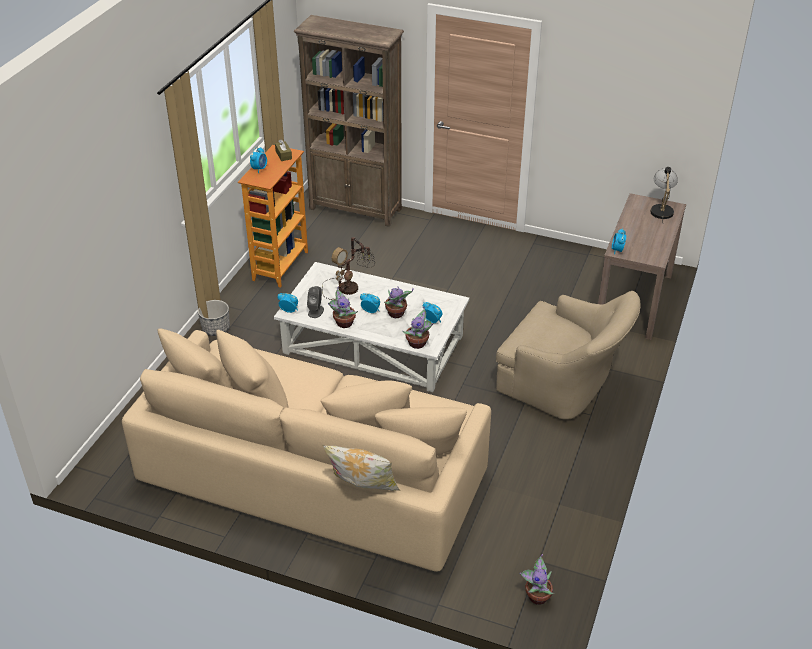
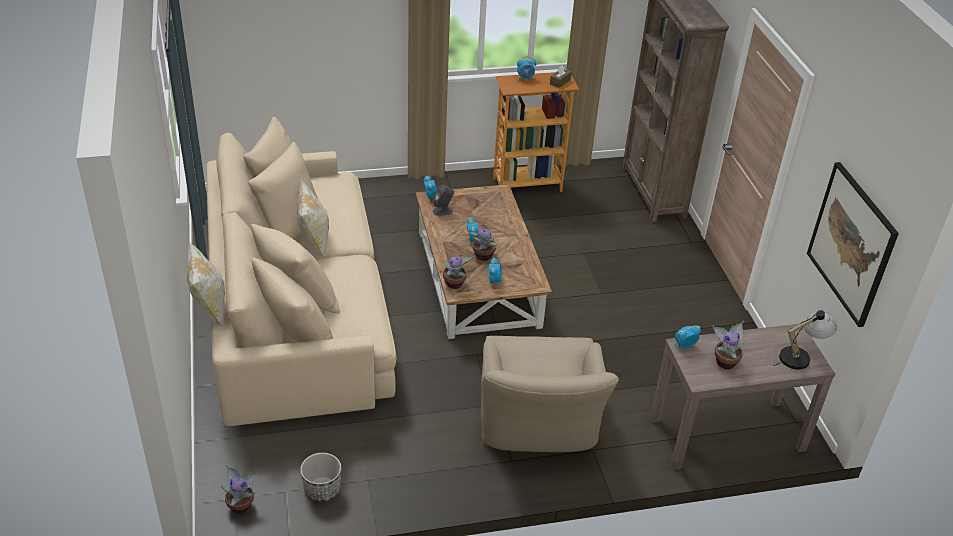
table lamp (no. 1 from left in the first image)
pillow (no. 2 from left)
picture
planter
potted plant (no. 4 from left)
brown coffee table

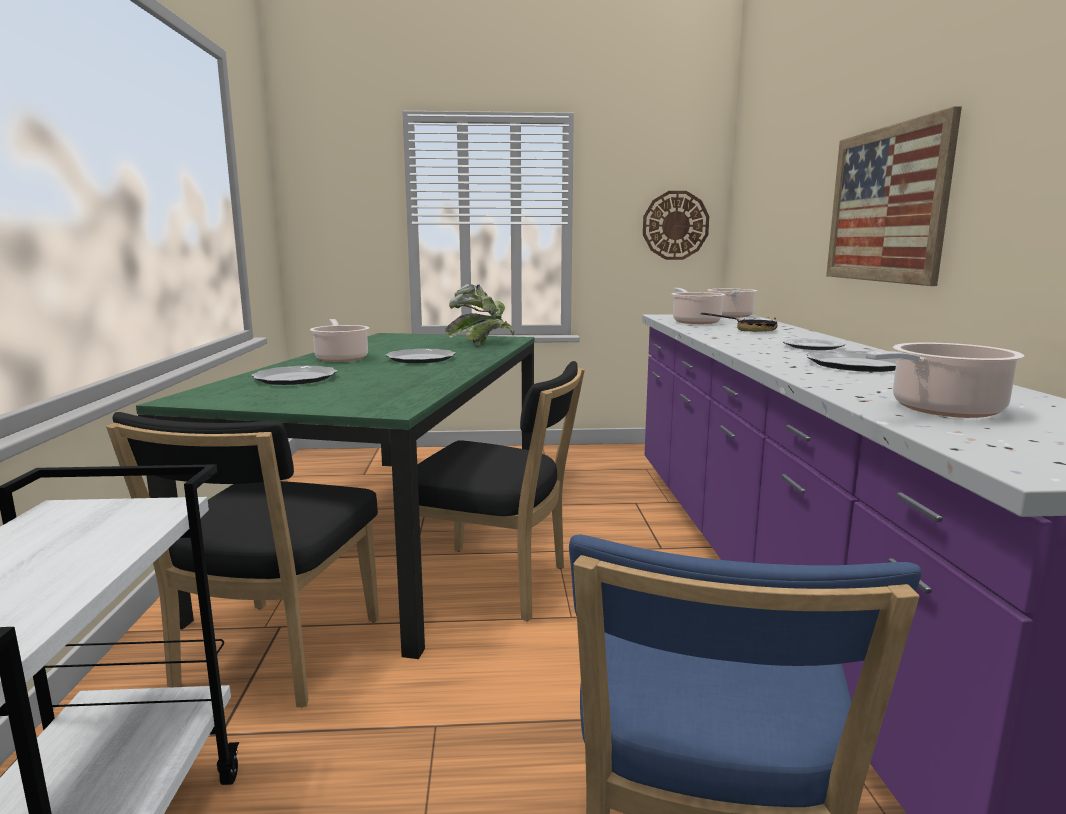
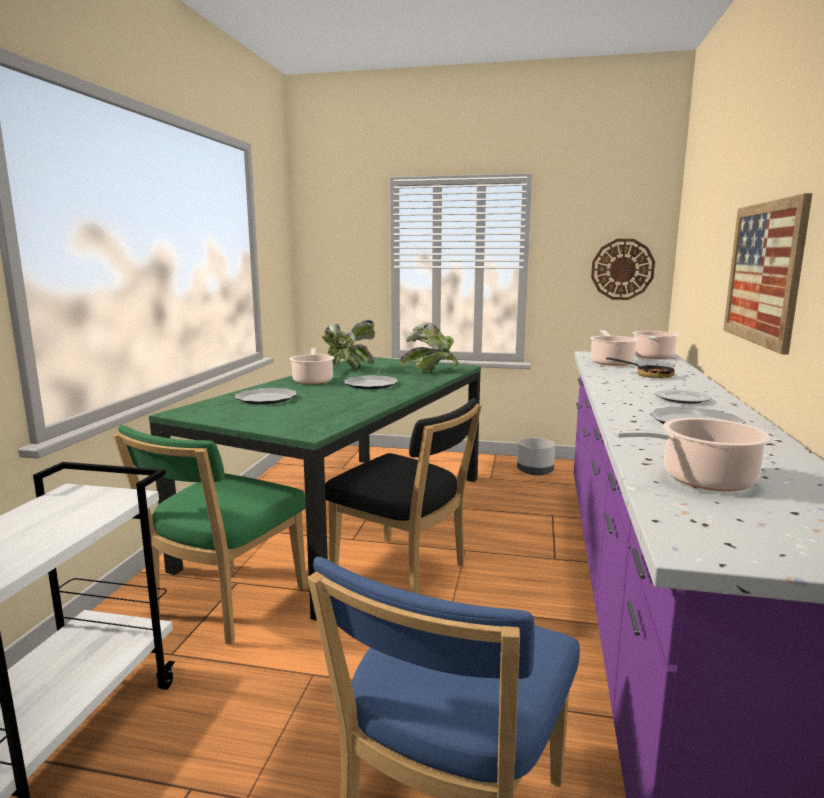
potted plant (no. 1 from left)
grey planter
green chair

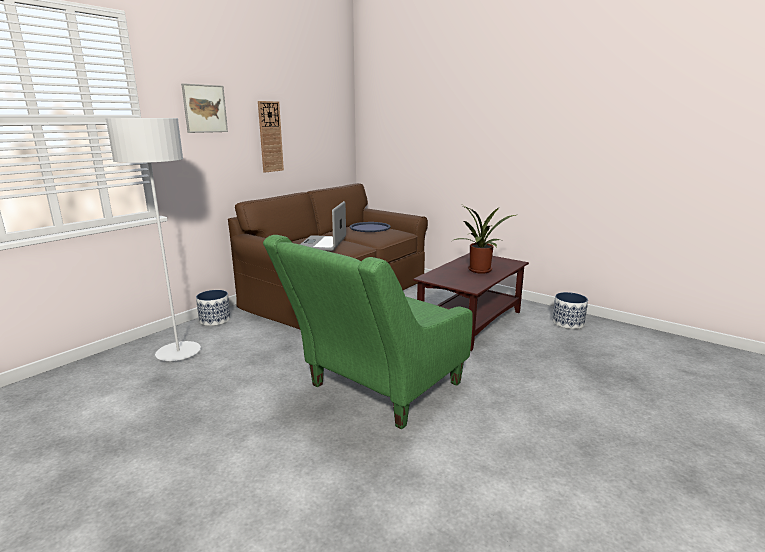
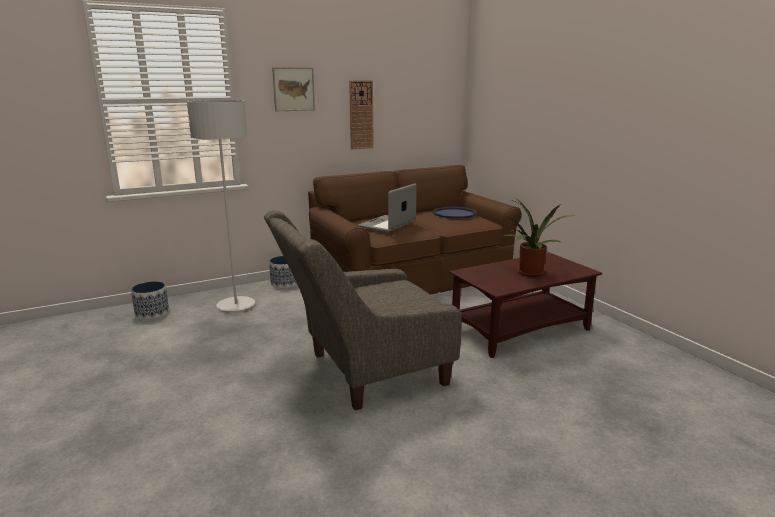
planter (no. 1 from left)
grey armchair

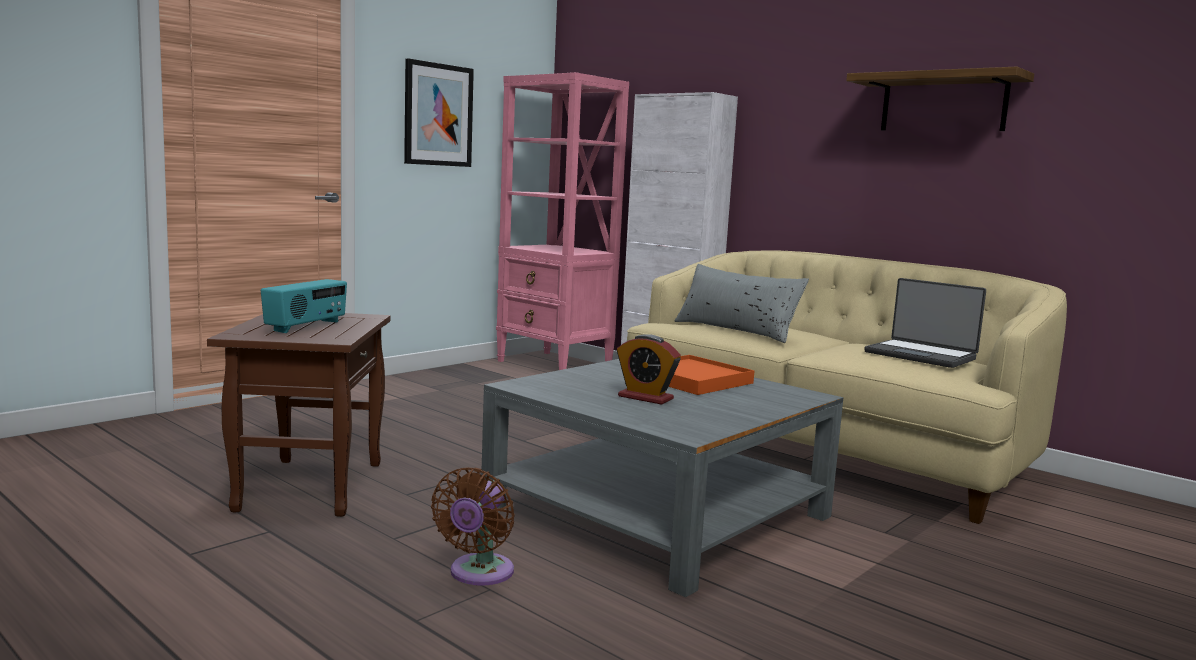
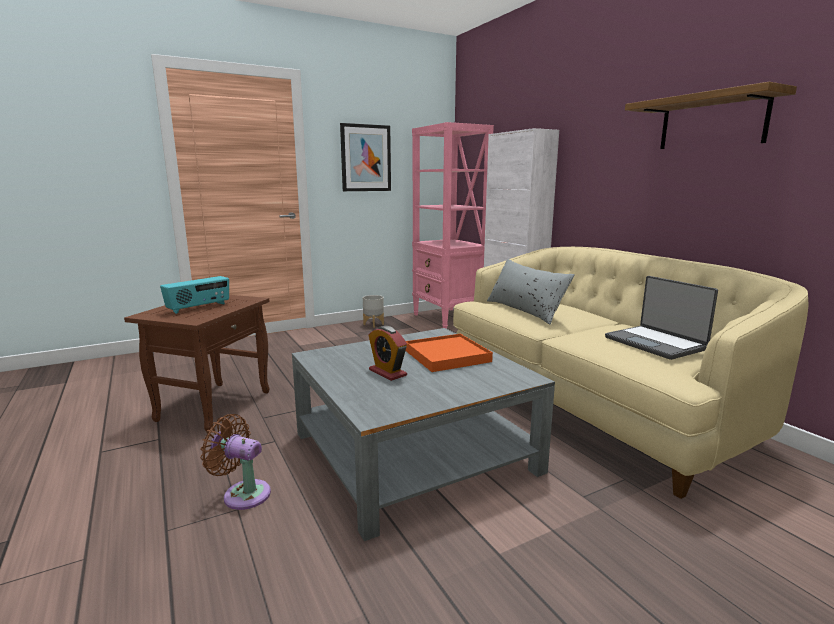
grey planter
brown fan

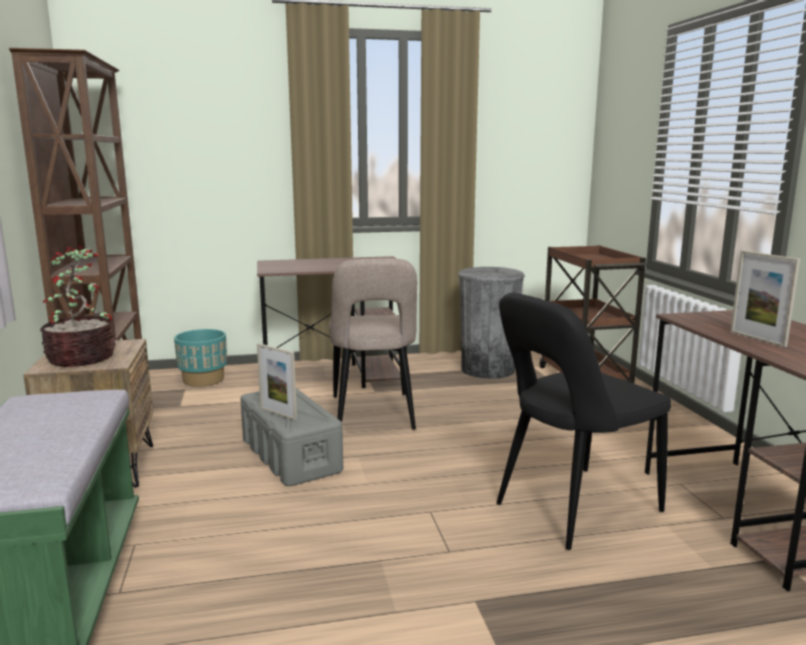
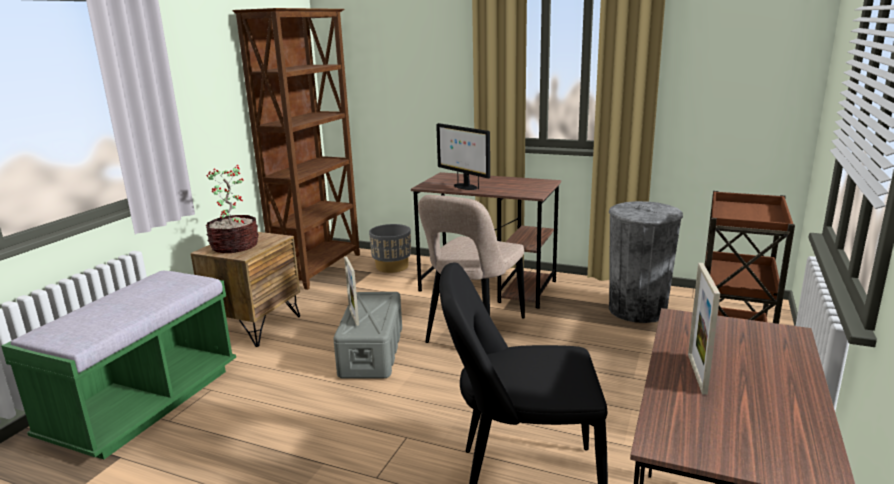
monitor
grey planter

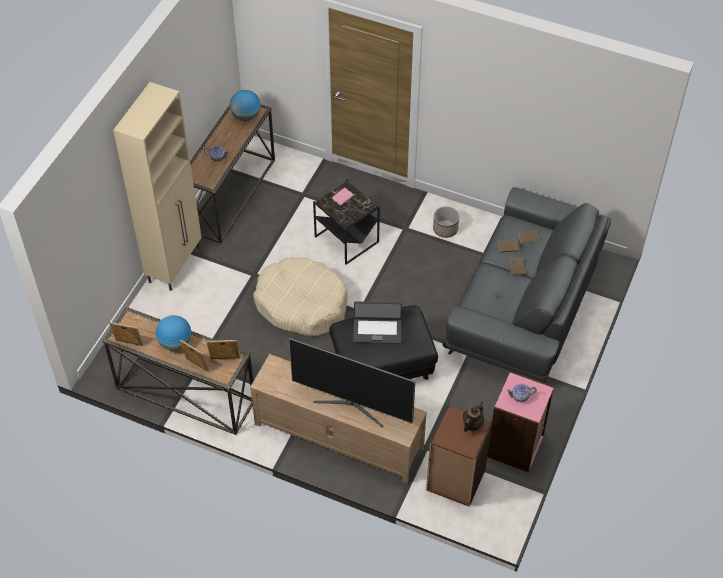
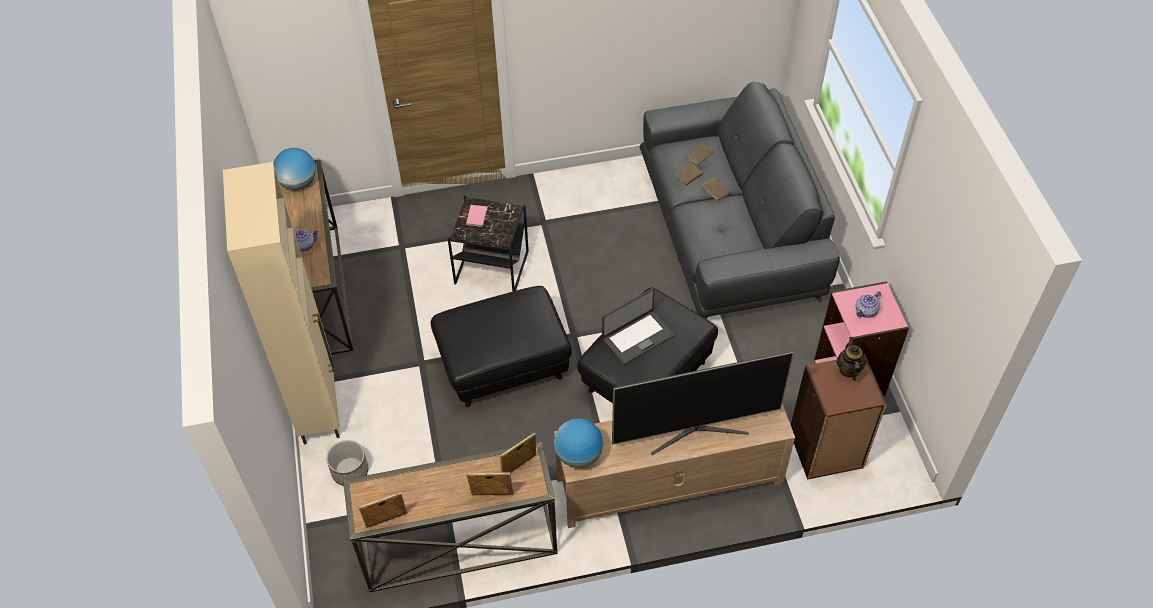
globe (no. 2 from left)
planter
black ottoman (no. 1 from left)

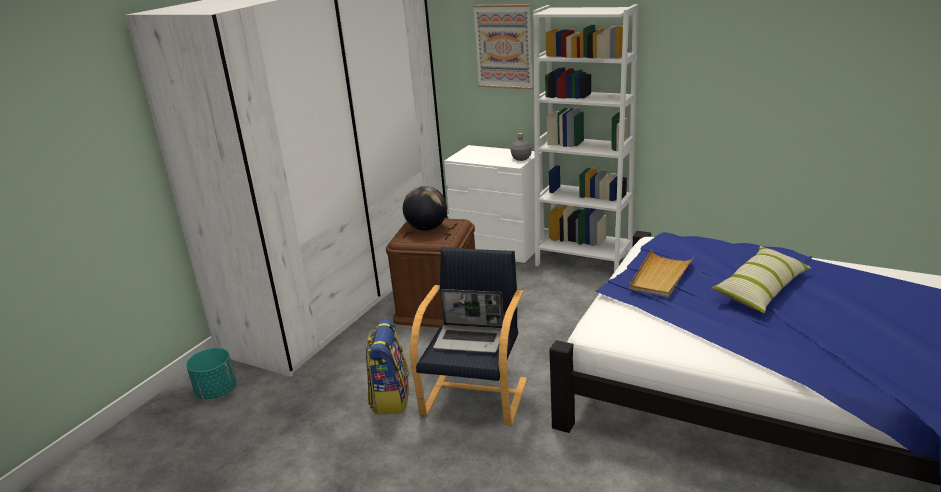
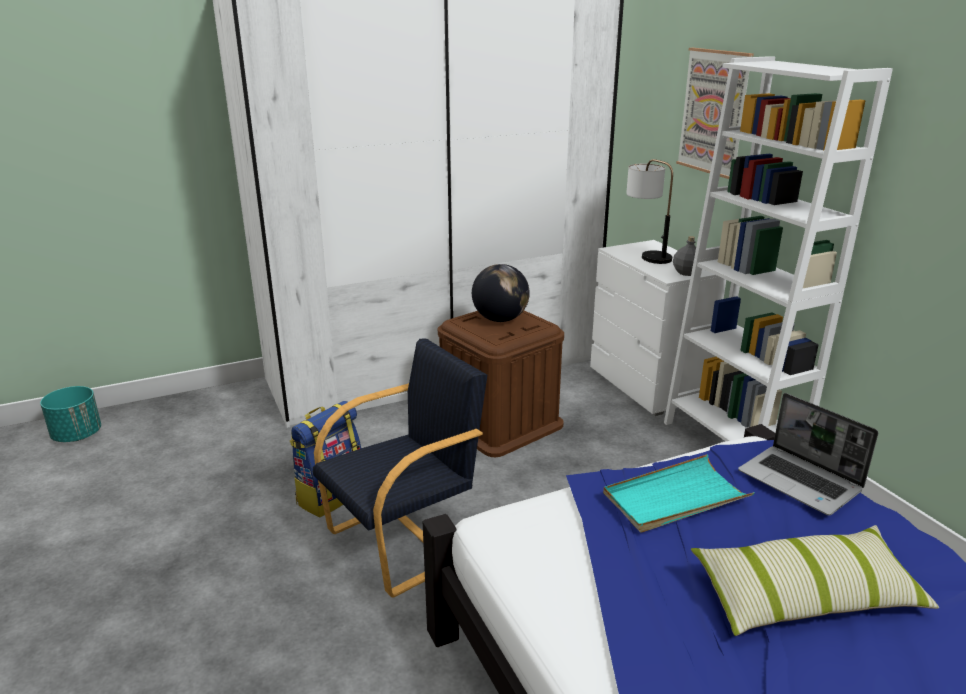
table lamp
turquoise planter
laptop
turquoise tray

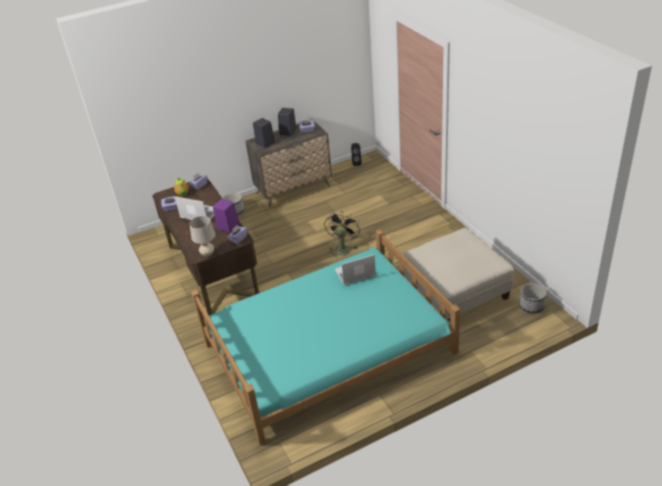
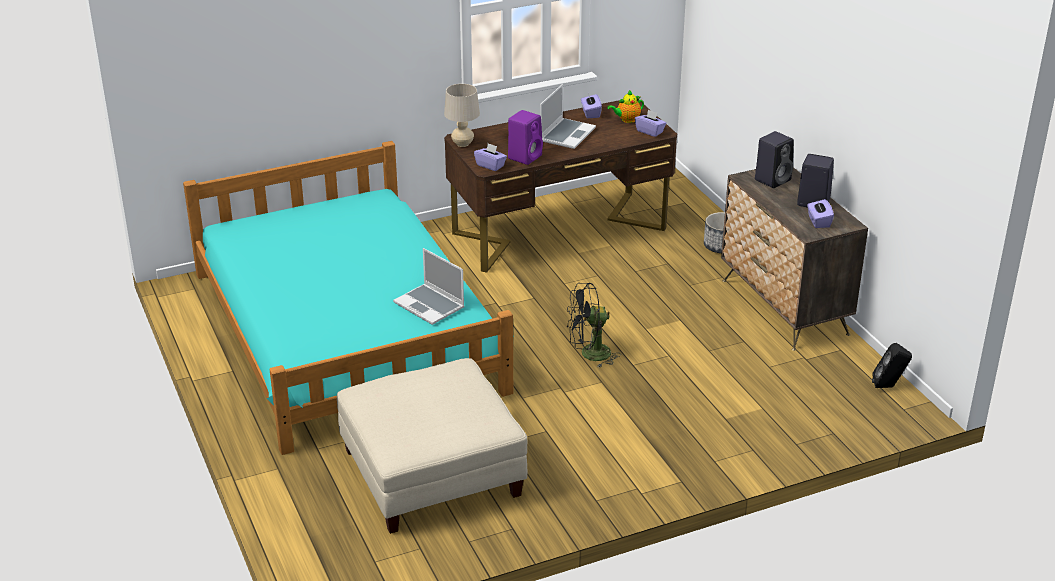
planter (no. 2 from left in the first image)
black fan
laptop (no. 1 from left)

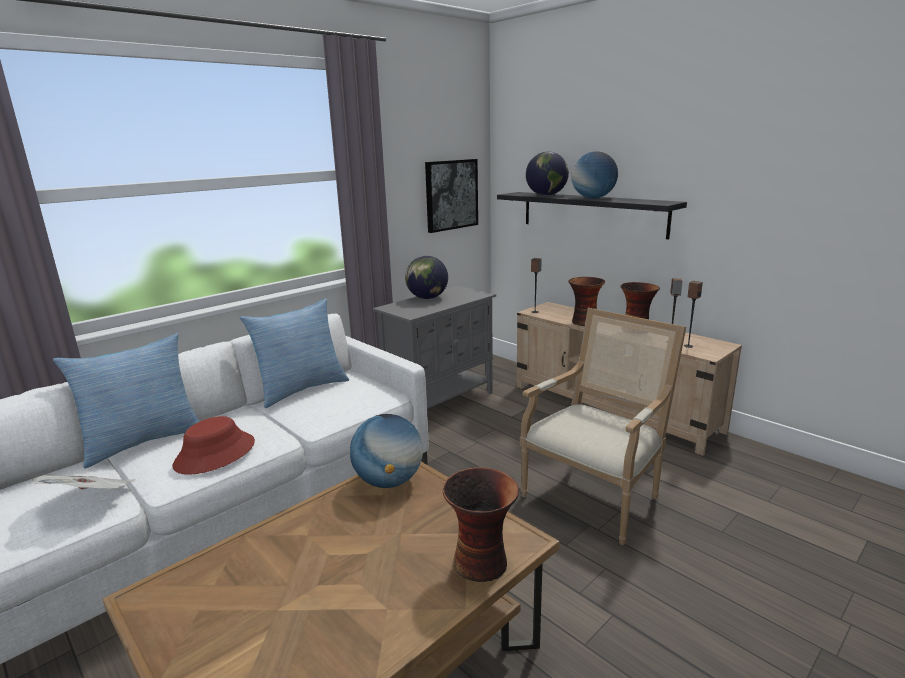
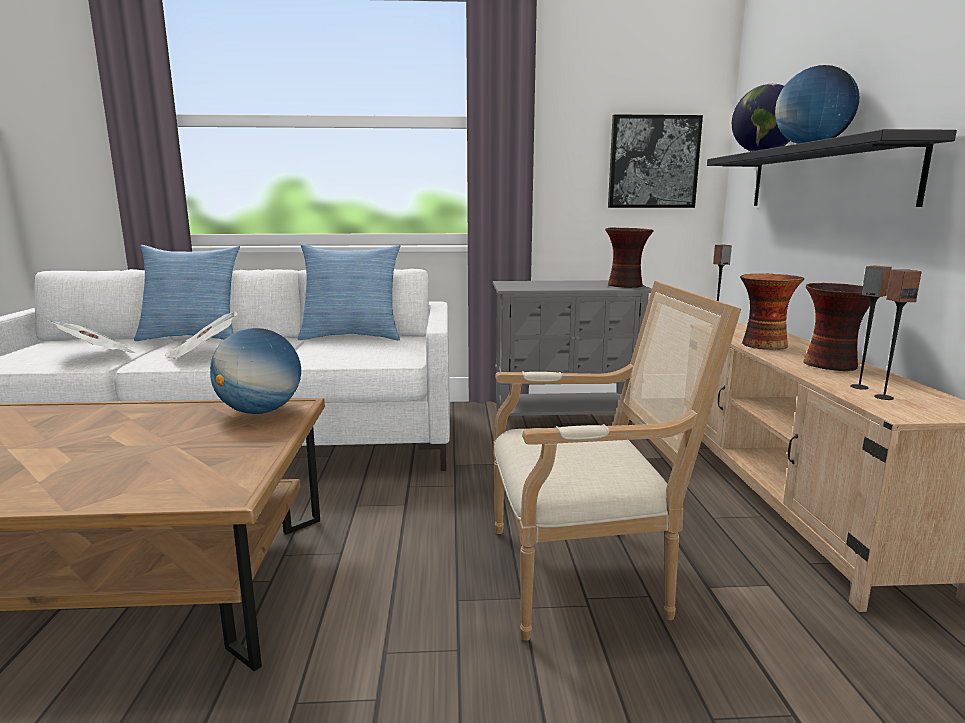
globe (no. 2 from left in the first image)
vase (no. 1 from left)
newspaper (no. 2 from left)

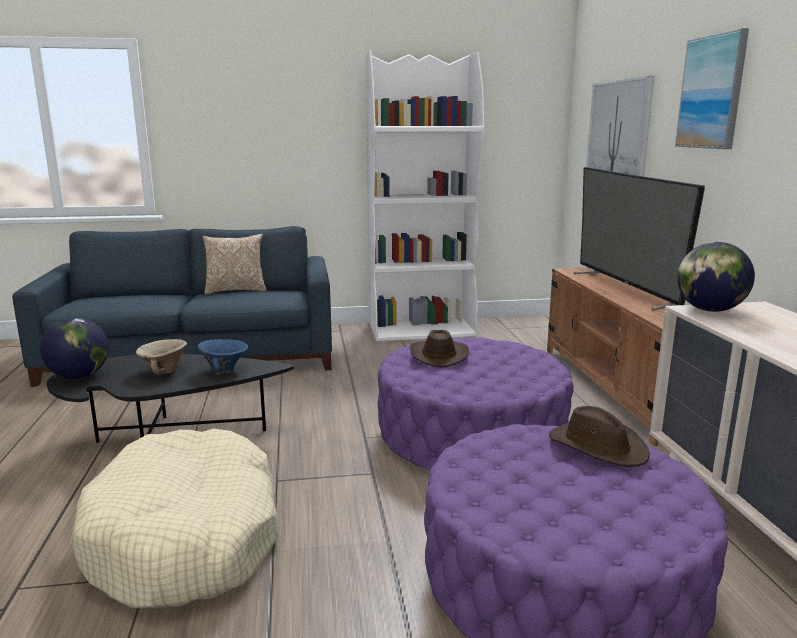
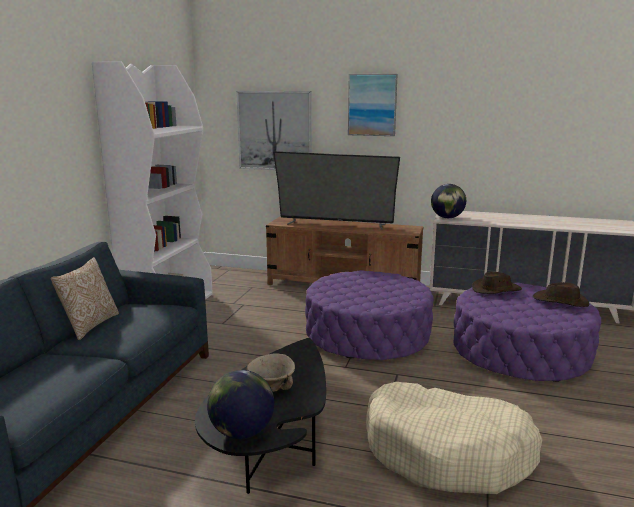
blue bowl
brown hat (no. 2 from left)

